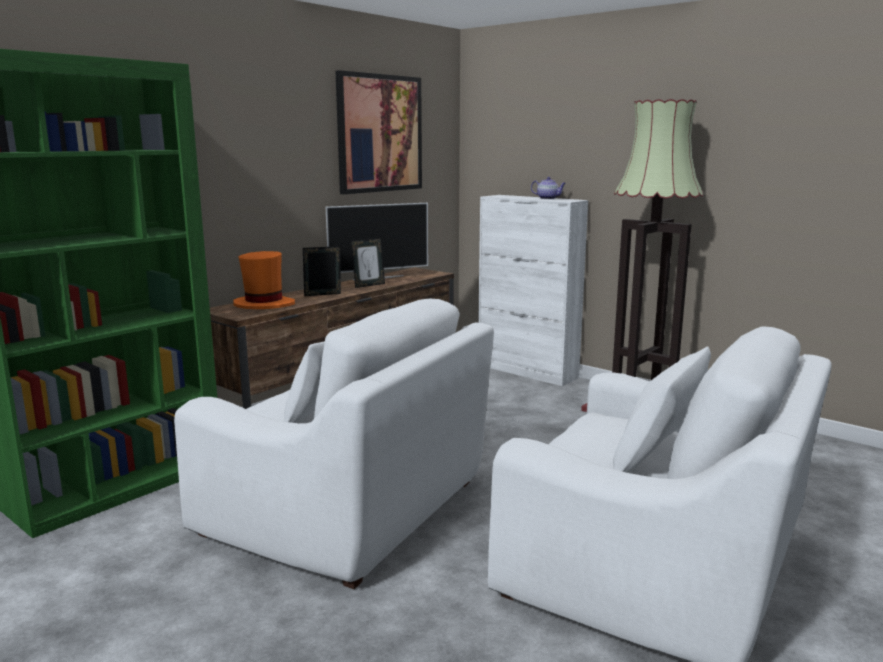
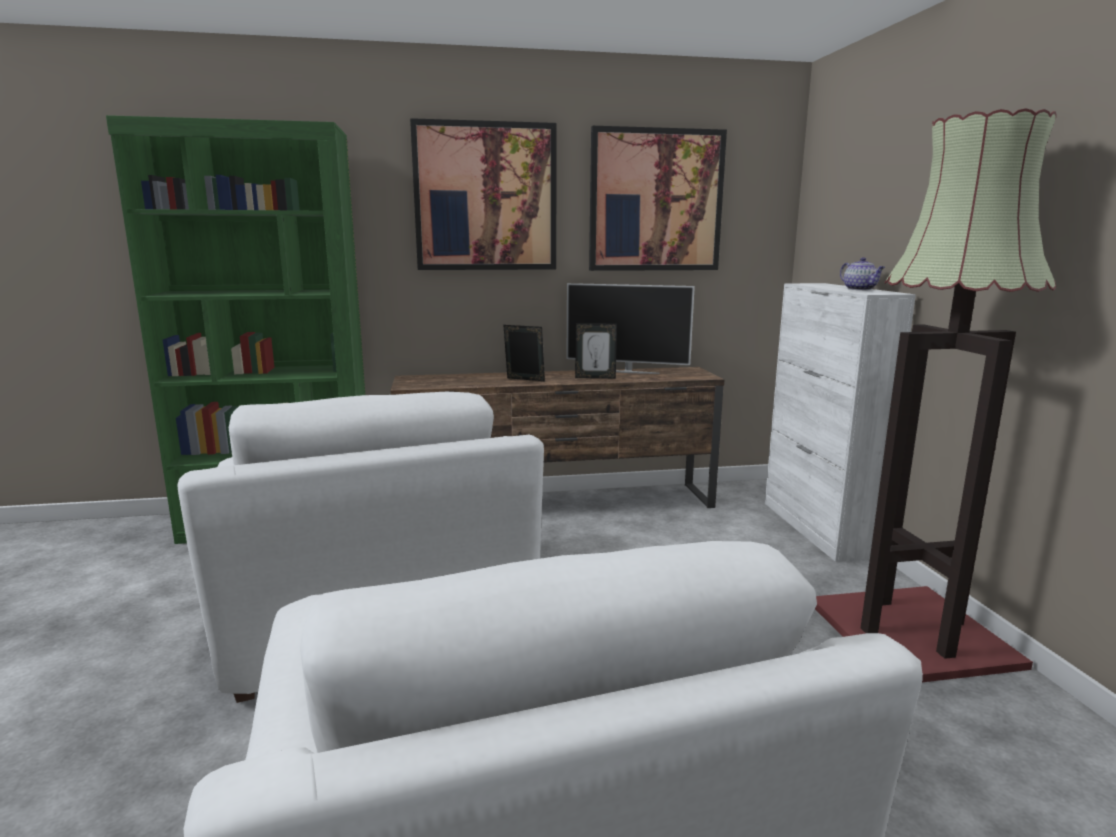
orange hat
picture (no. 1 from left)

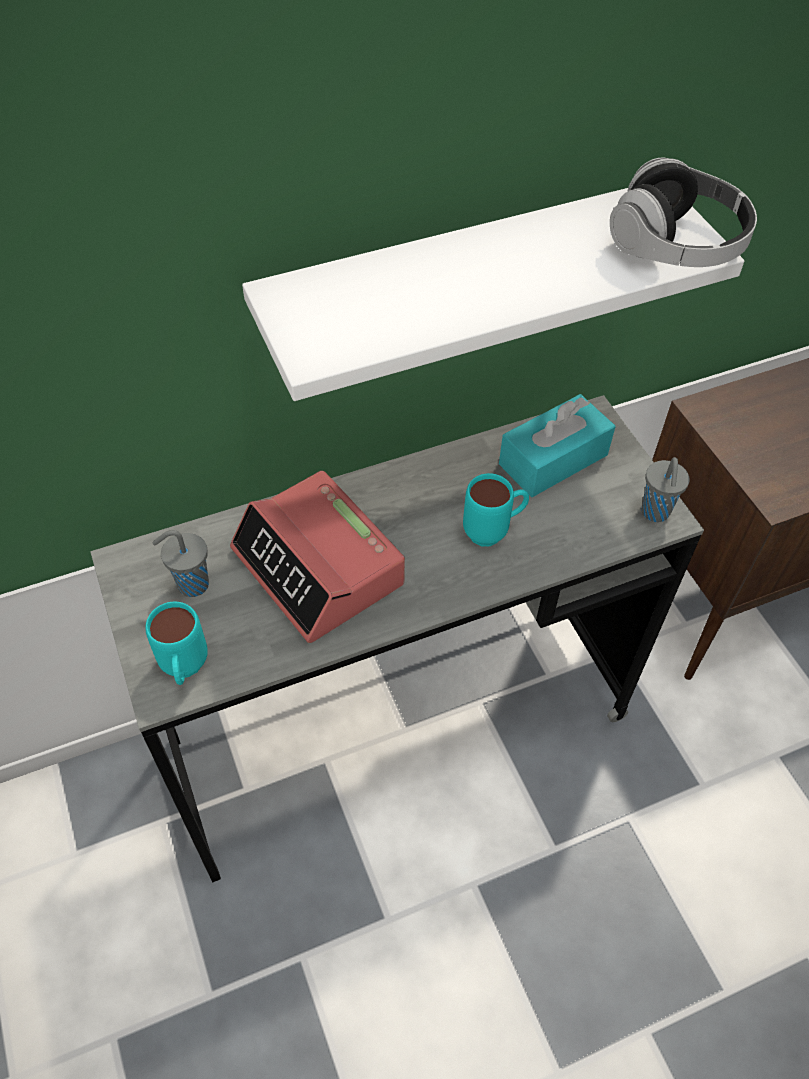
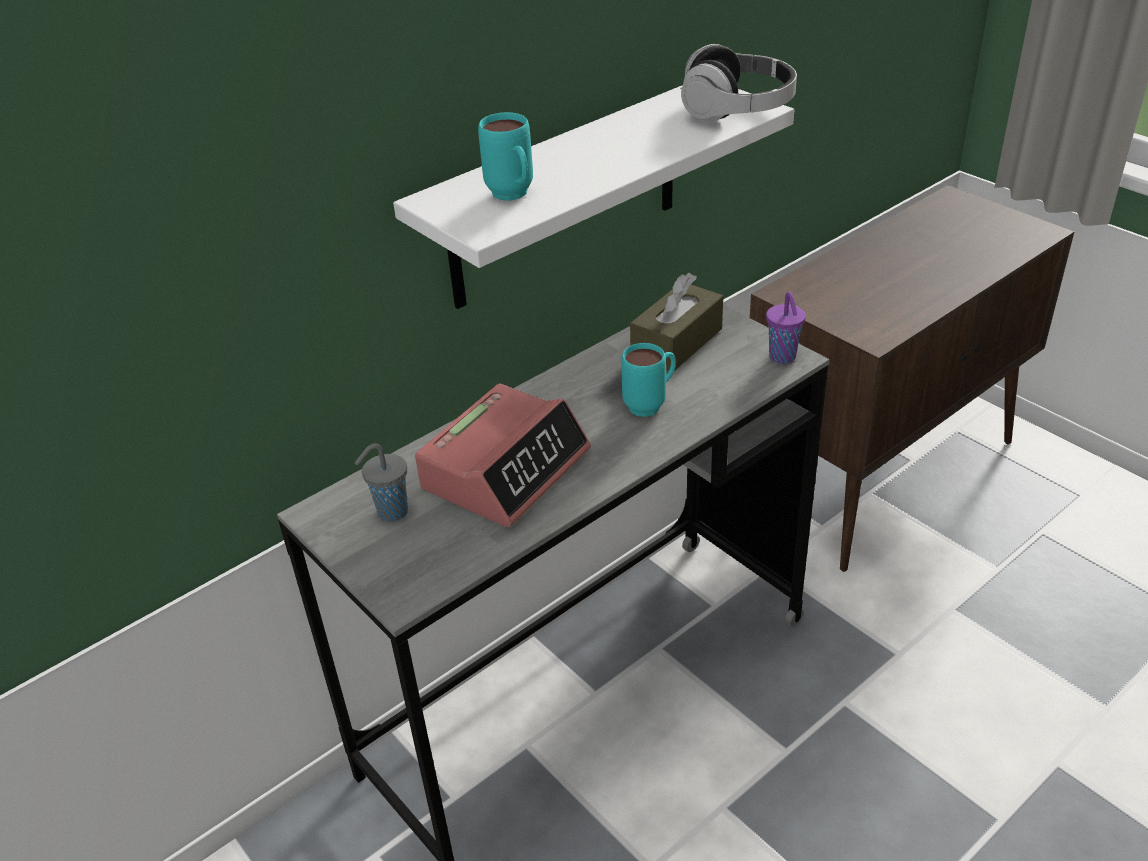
turquoise mug (no. 1 from left)
brown tissue box
purple cup
alarm clock

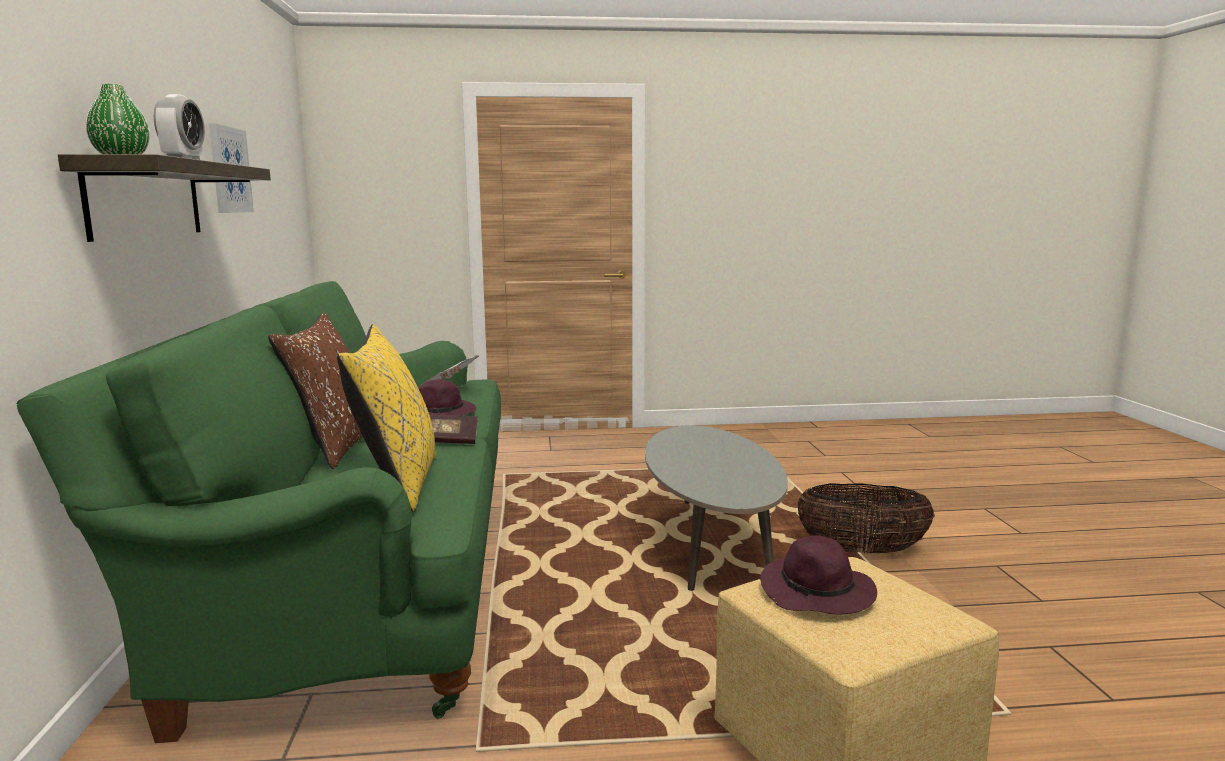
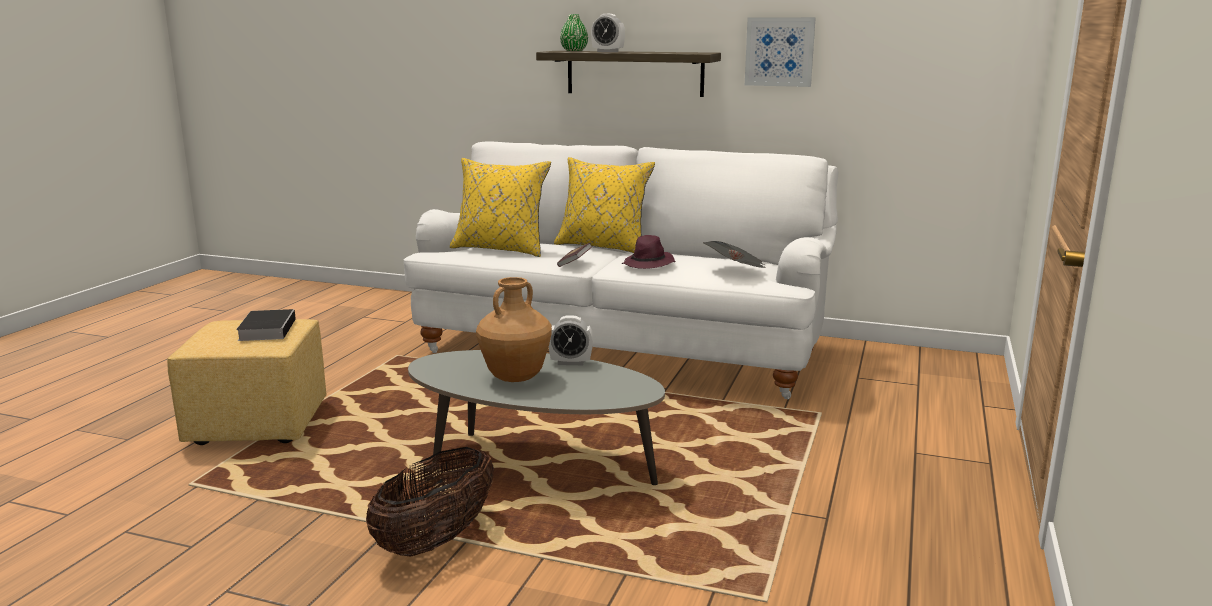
brown vase
alarm clock (no. 1 from left)
book (no. 1 from left)
white sofa
yellow pillow (no. 2 from left)

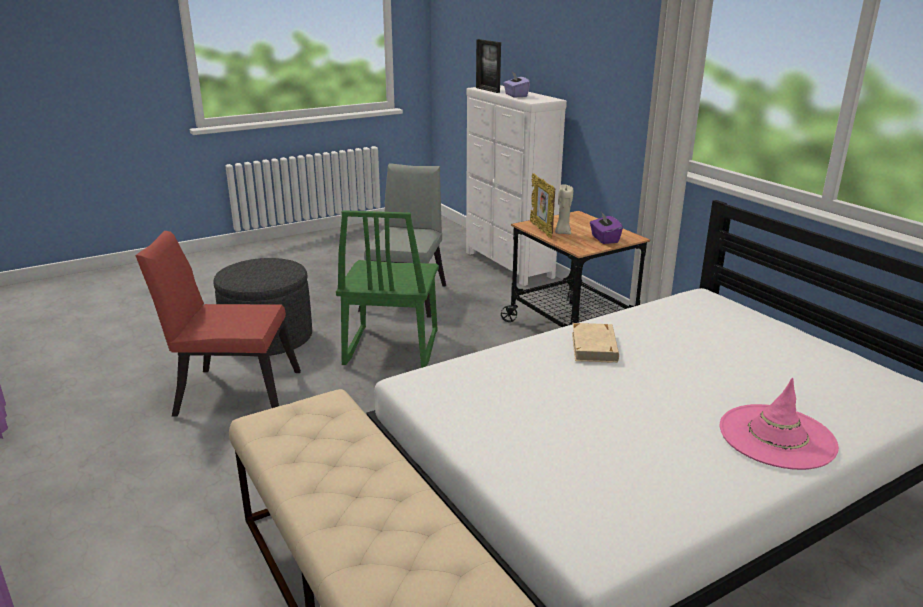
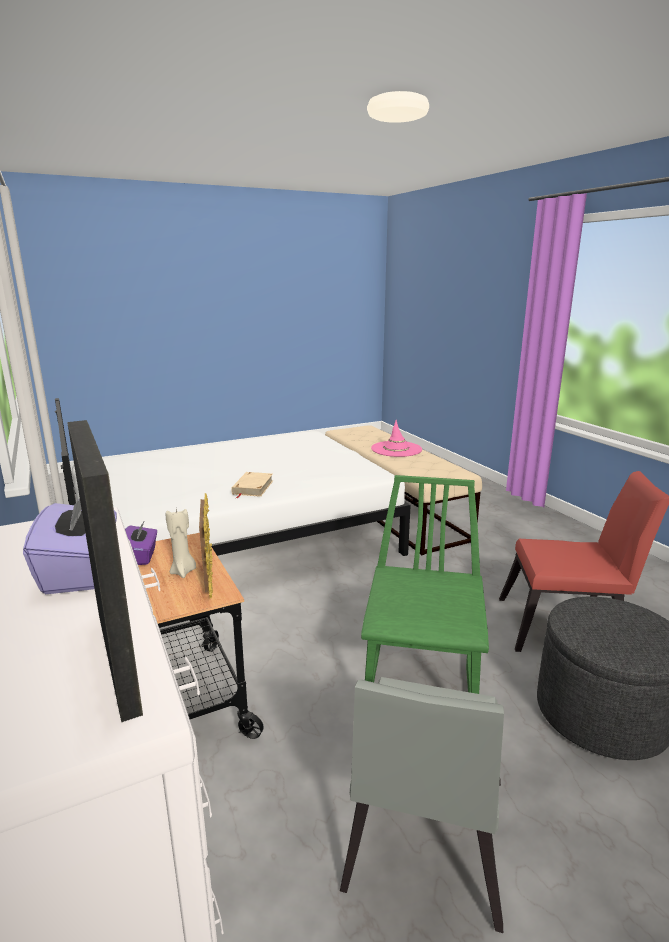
pink hat

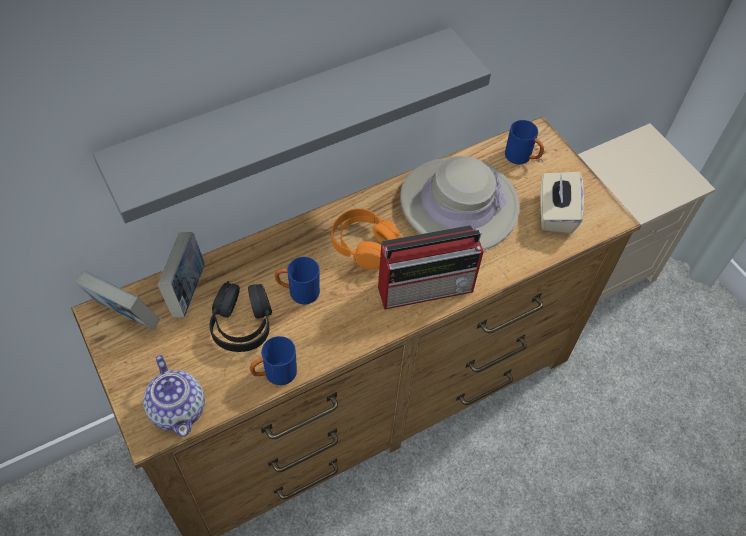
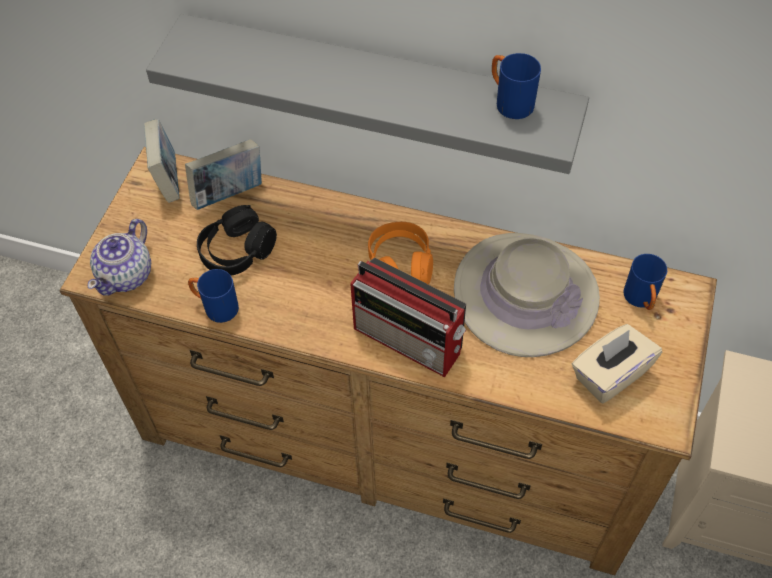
blue mug (no. 2 from left)

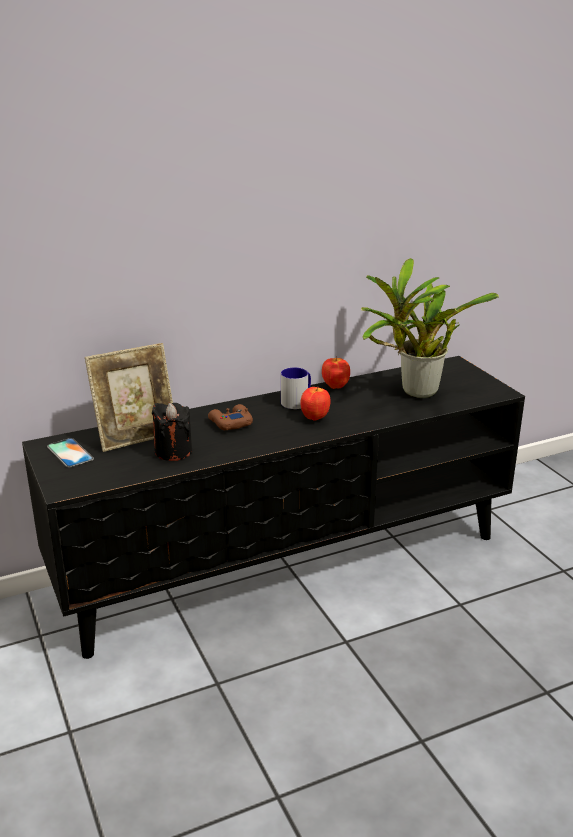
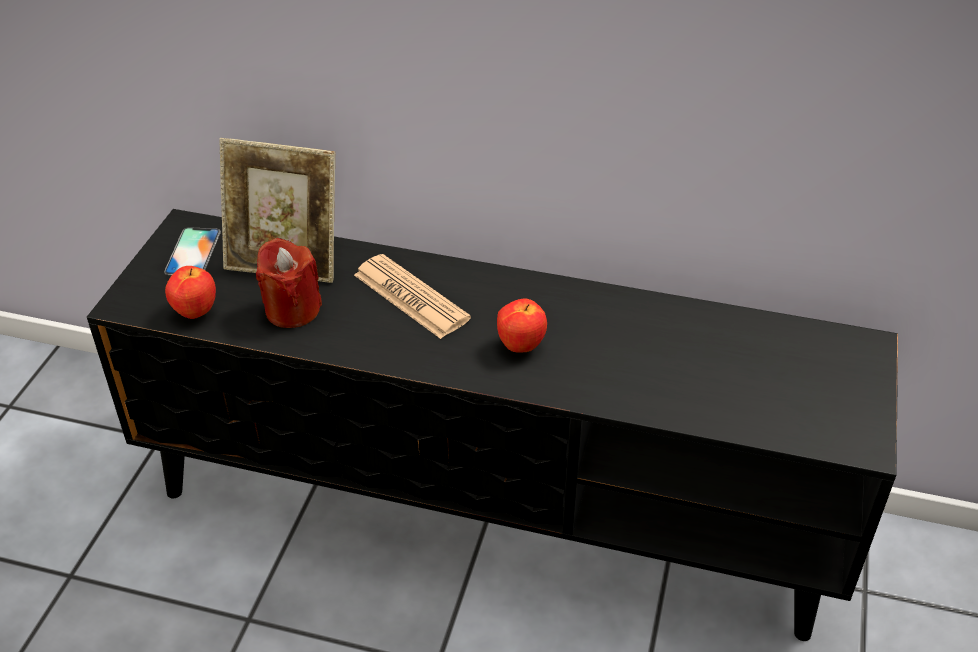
mug
potted plant
apple (no. 1 from left)
newspaper
red candle

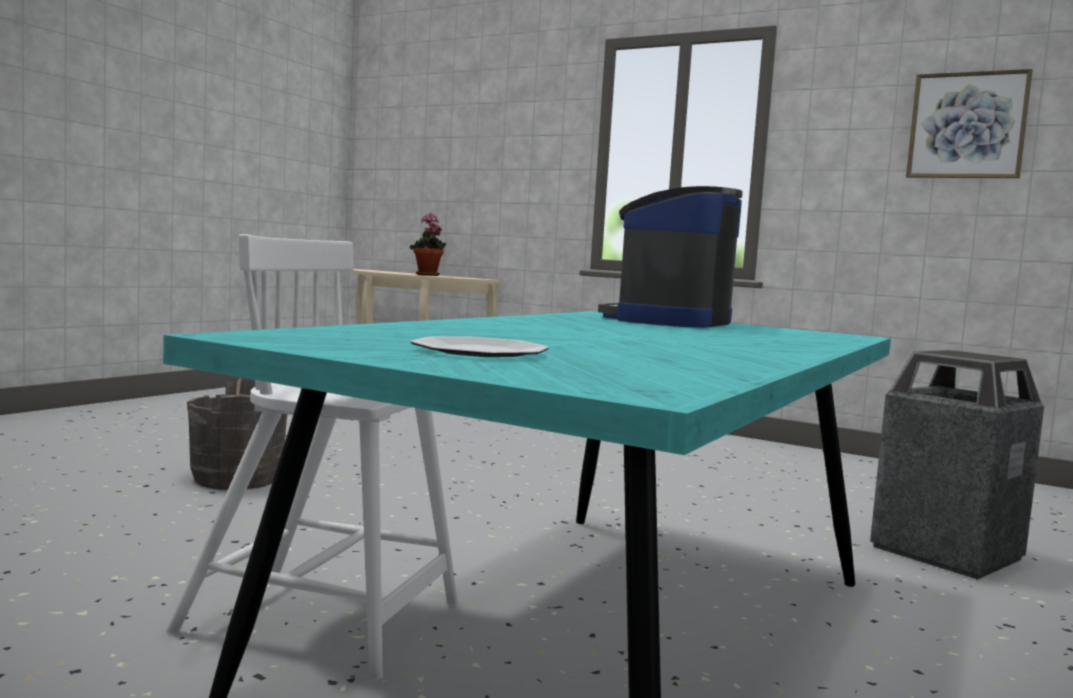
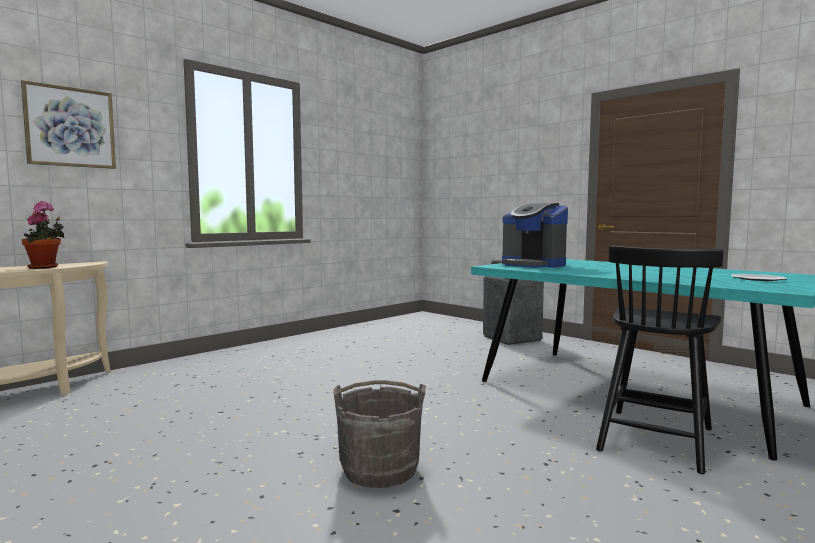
picture
black chair

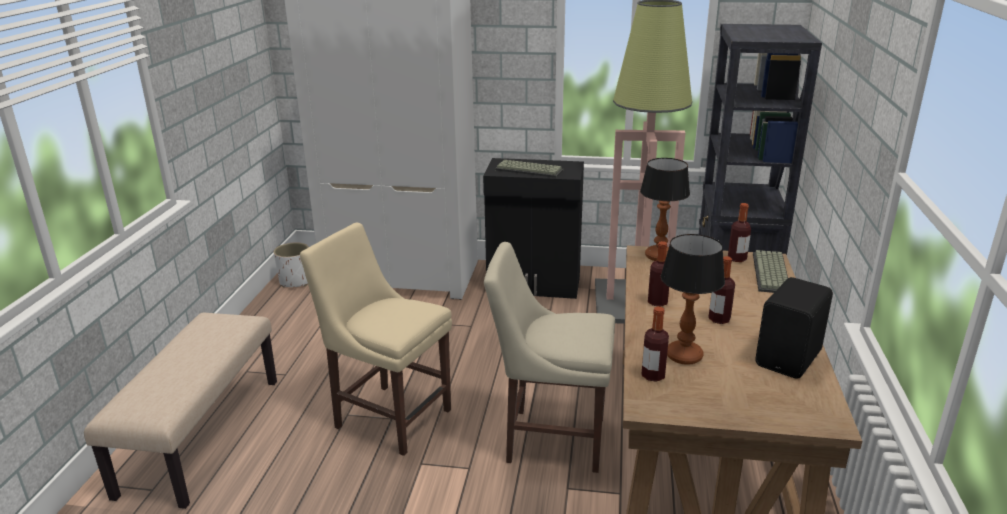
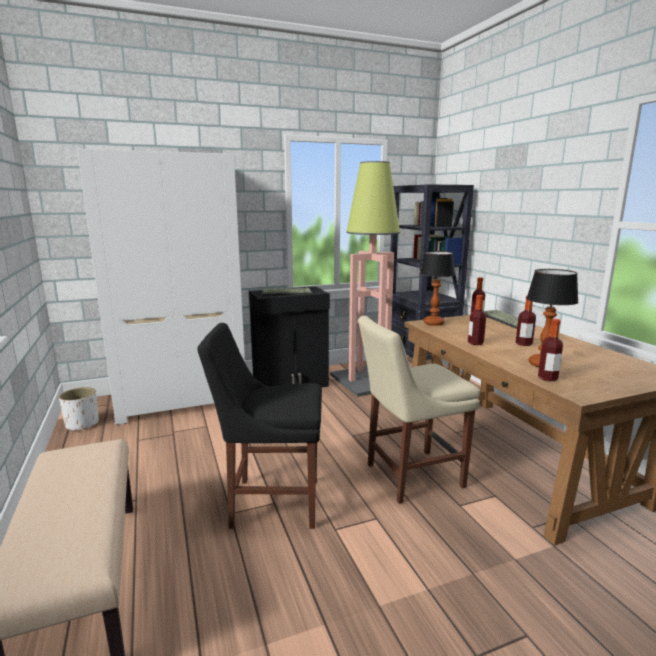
black speaker
black chair

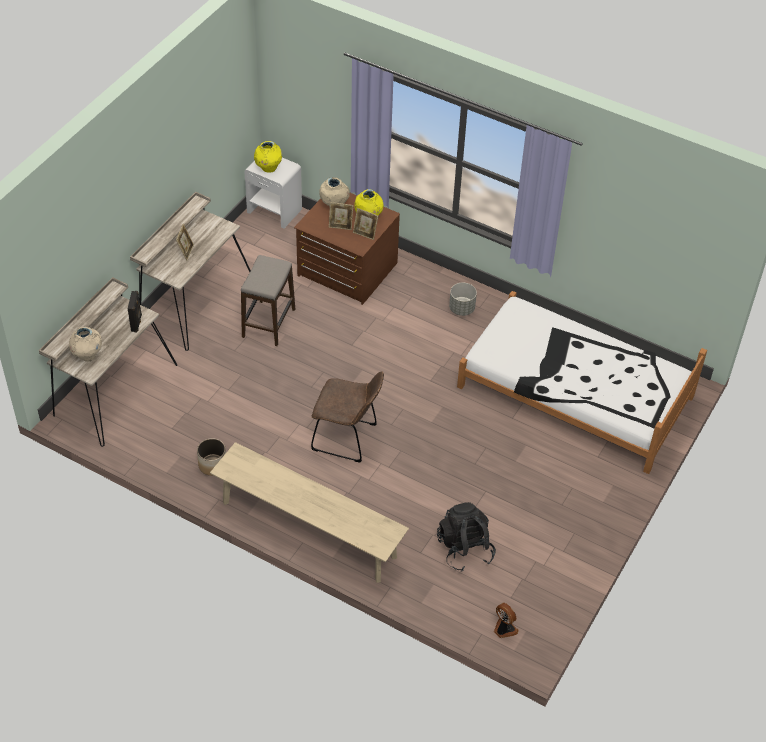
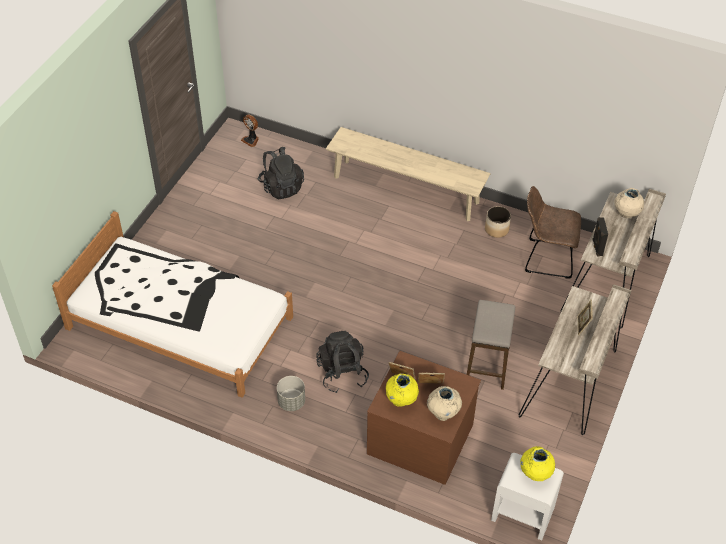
black backpack (no. 2 from left)
brown chair

